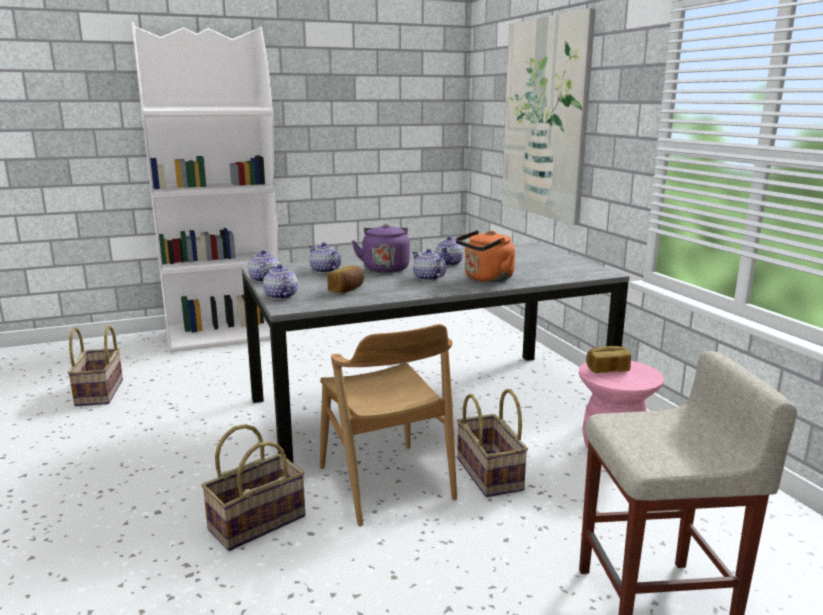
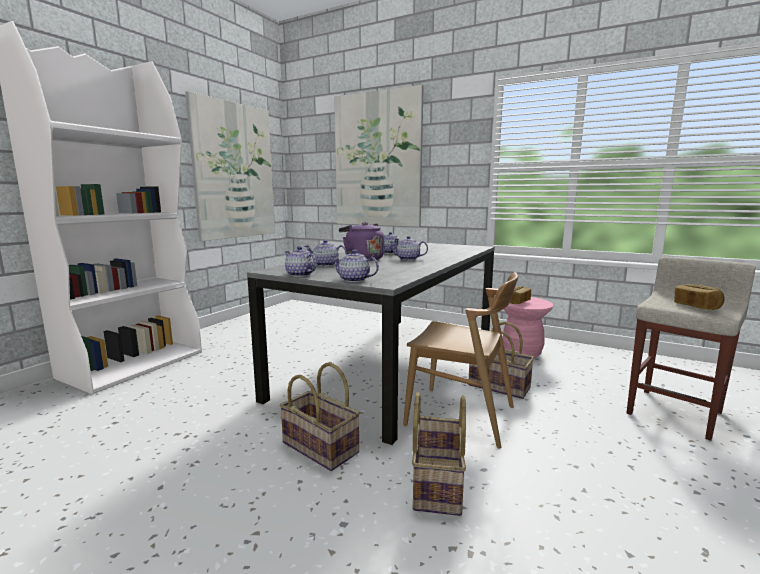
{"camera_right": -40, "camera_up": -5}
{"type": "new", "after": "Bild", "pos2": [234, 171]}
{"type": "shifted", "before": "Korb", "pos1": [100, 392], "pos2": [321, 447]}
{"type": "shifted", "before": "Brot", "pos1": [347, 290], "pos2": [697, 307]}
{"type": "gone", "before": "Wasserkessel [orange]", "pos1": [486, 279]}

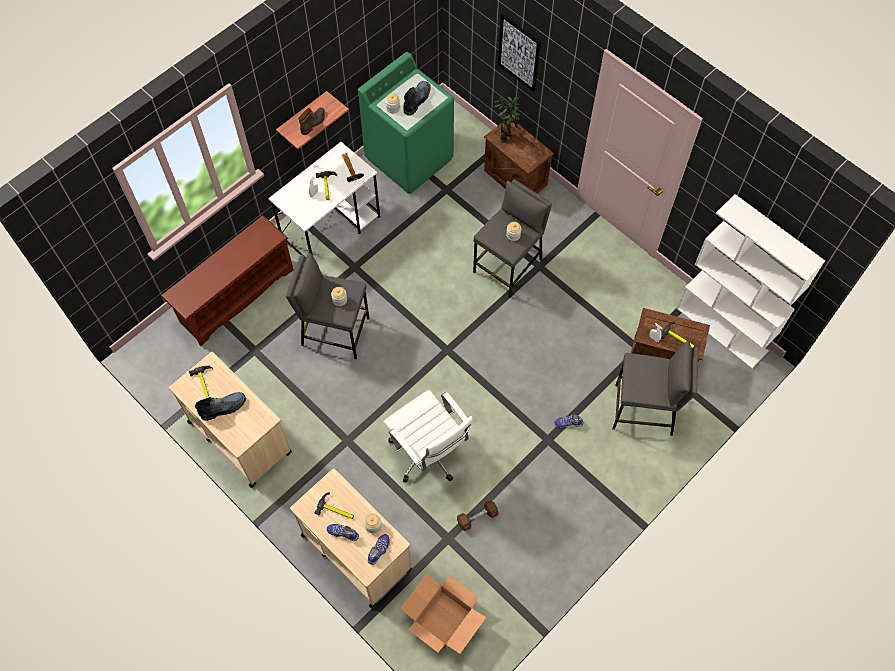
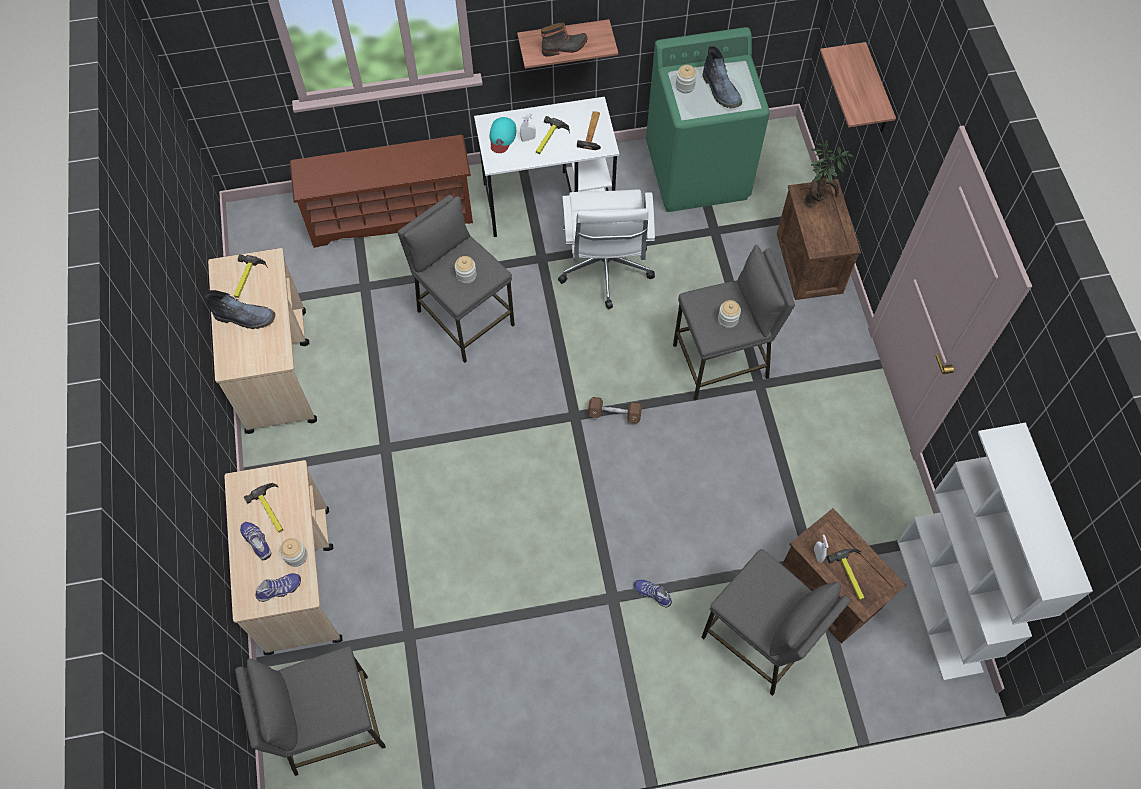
{"camera_right": 35, "camera_up": 0}
{"type": "swapped", "before": "Karton", "after": "Hocker [grau]", "pos1": [442, 619], "pos2": [331, 725]}
{"type": "new", "after": "Kappe [türkis]", "pos2": [502, 137]}
{"type": "shifted", "before": "Bürostuhl [weiß]", "pos1": [429, 454], "pos2": [605, 272]}
{"type": "shifted", "before": "Hantel [braun]", "pos1": [477, 517], "pos2": [614, 414]}
{"type": "rotated", "before": "Stiefel", "pos1": [417, 99], "pos2": [721, 91], "turn": 90}
{"type": "swapped", "before": "Bild", "after": "Wandregal", "pos1": [519, 53], "pos2": [876, 92]}

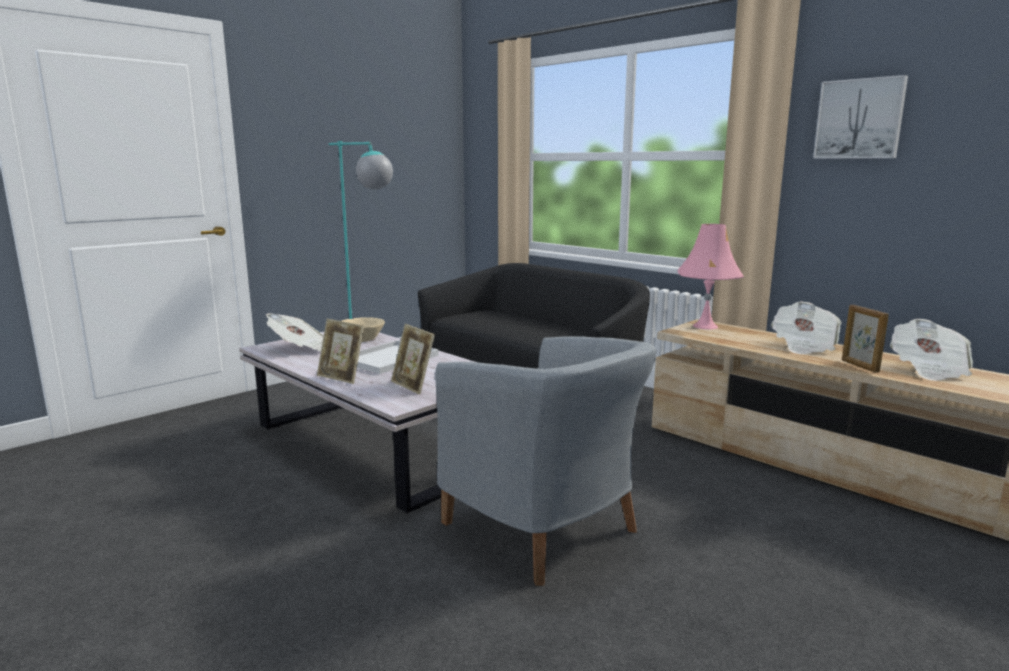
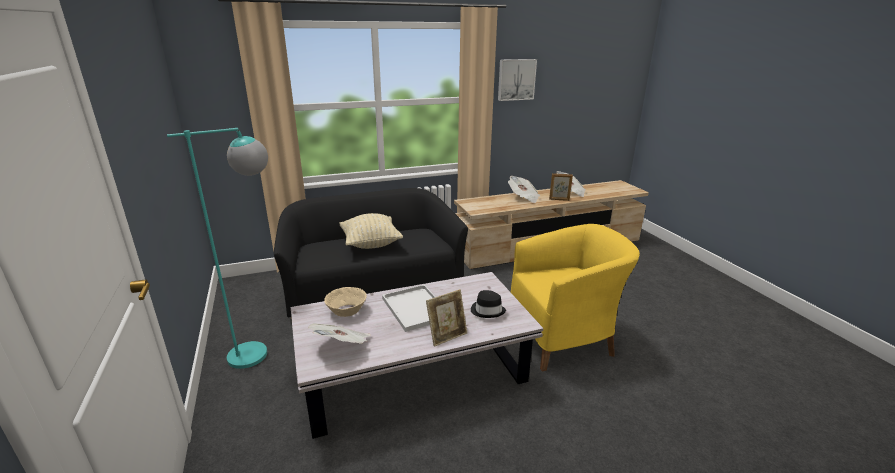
{"camera_right": -65, "camera_up": 10}
{"type": "new", "after": "Kissen [beige]", "pos2": [371, 244]}
{"type": "swapped", "before": "Bilderrahmen", "after": "Hut [schwarz]", "pos1": [413, 386], "pos2": [487, 310]}
{"type": "repainted", "before": "Sessel [grau]", "after": "Sessel [gelb]", "pos1": [545, 530], "pos2": [564, 338]}
{"type": "gone", "before": "Tischlampe [rosa]", "pos1": [705, 326]}

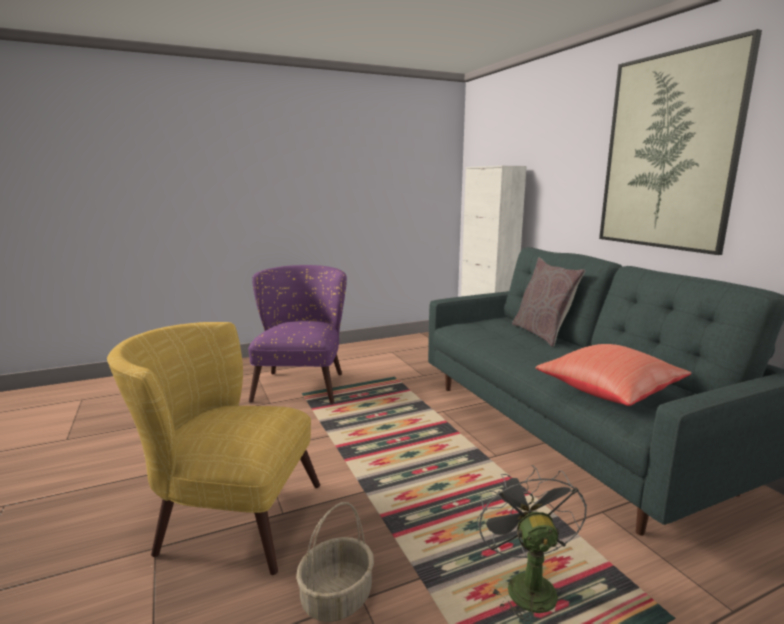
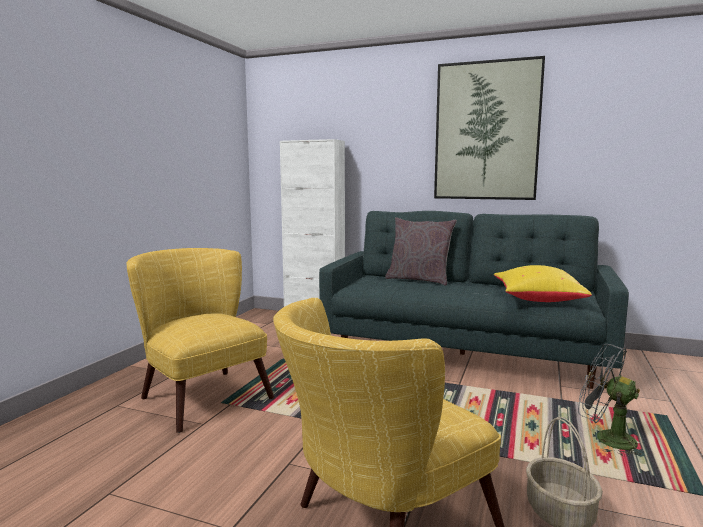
{"camera_right": -45, "camera_up": -5}
{"type": "repainted", "before": "Sessel [lila]", "after": "Sessel [gelb]", "pos1": [302, 383], "pos2": [200, 394]}
{"type": "repainted", "before": "Kissen [rot]", "after": "Kissen [gelb]", "pos1": [608, 392], "pos2": [536, 300]}

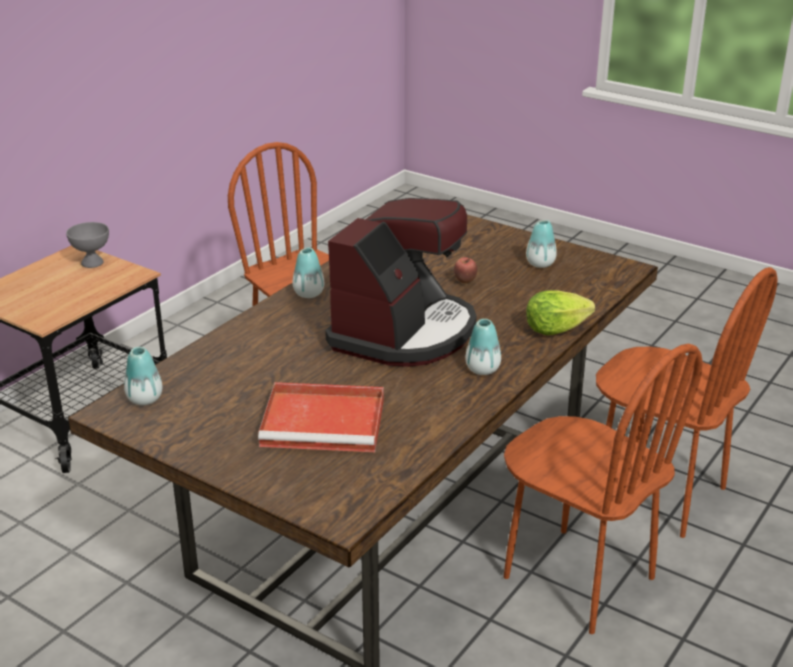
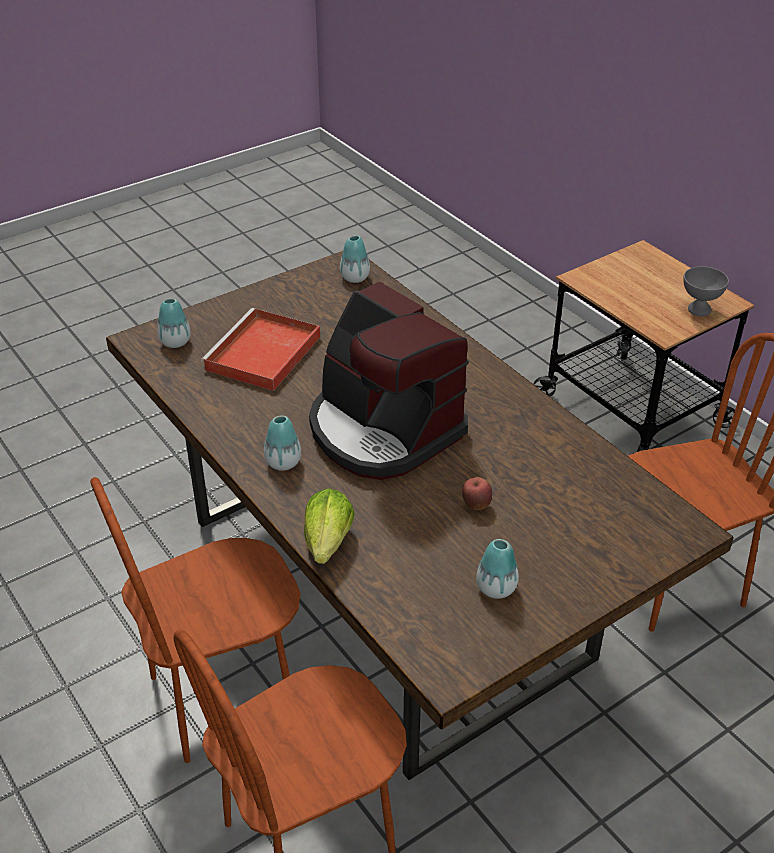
{"camera_right": 110, "camera_up": 10}
{"type": "shifted", "before": "Vase", "pos1": [309, 294], "pos2": [175, 342]}

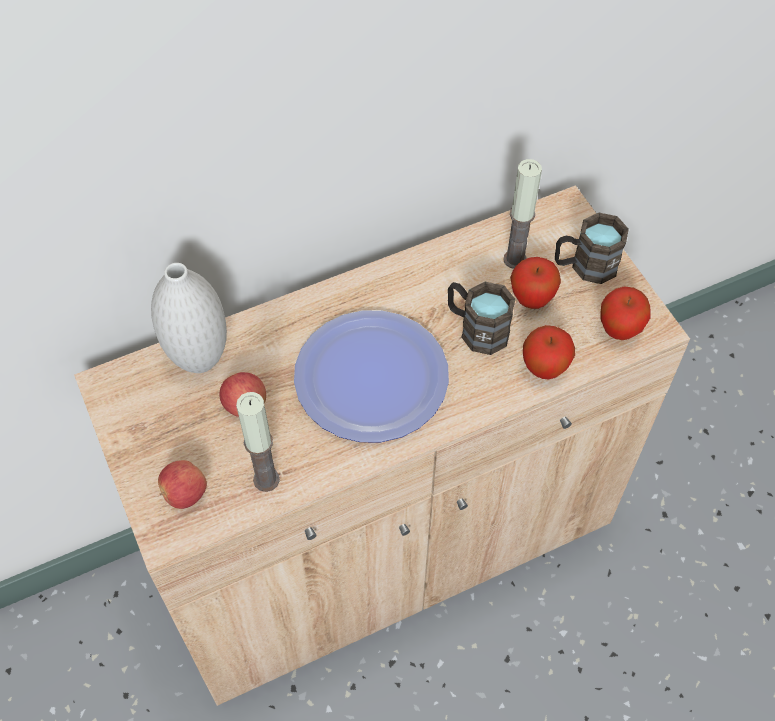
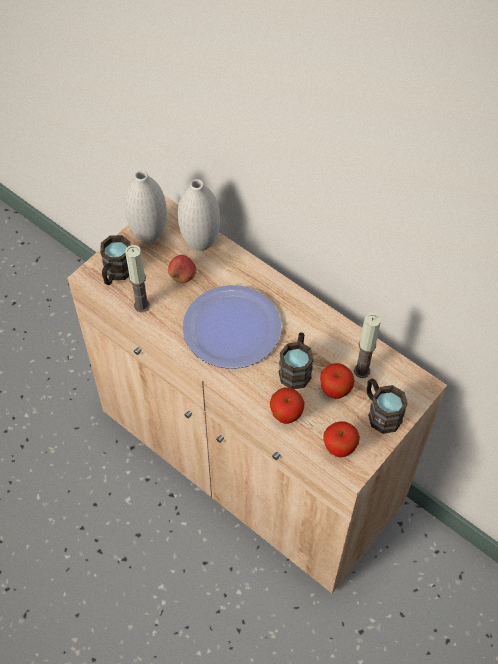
{"camera_right": 65, "camera_up": 0}
{"type": "swapped", "before": "Apfel", "after": "Henkelbecher [braun]", "pos1": [185, 493], "pos2": [116, 273]}
{"type": "new", "after": "Vase [weiß]", "pos2": [149, 235]}

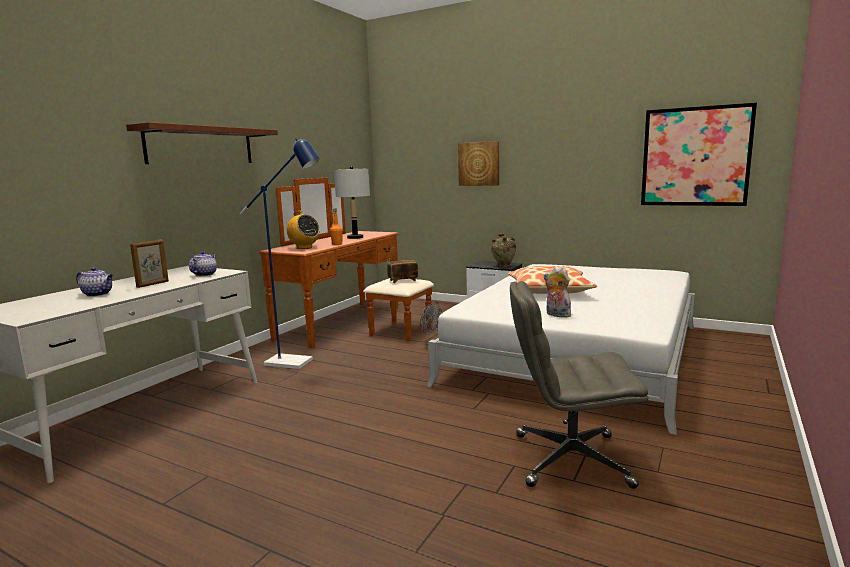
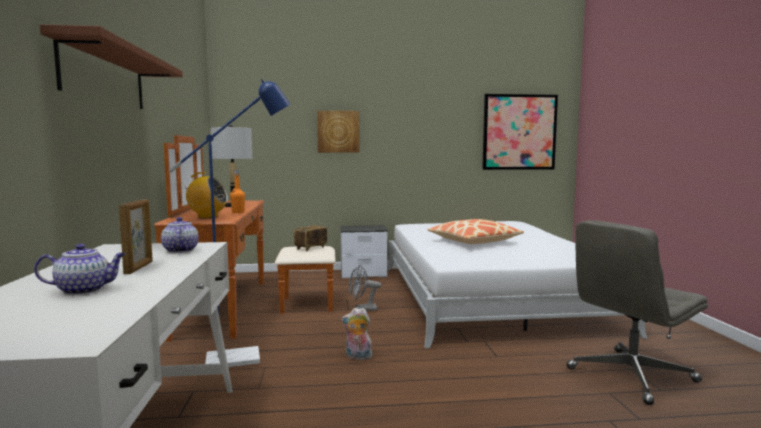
{"camera_right": -35, "camera_up": -5}
{"type": "shifted", "before": "Plüschtier", "pos1": [556, 315], "pos2": [357, 357]}
{"type": "gone", "before": "Vase [beige]", "pos1": [503, 266]}

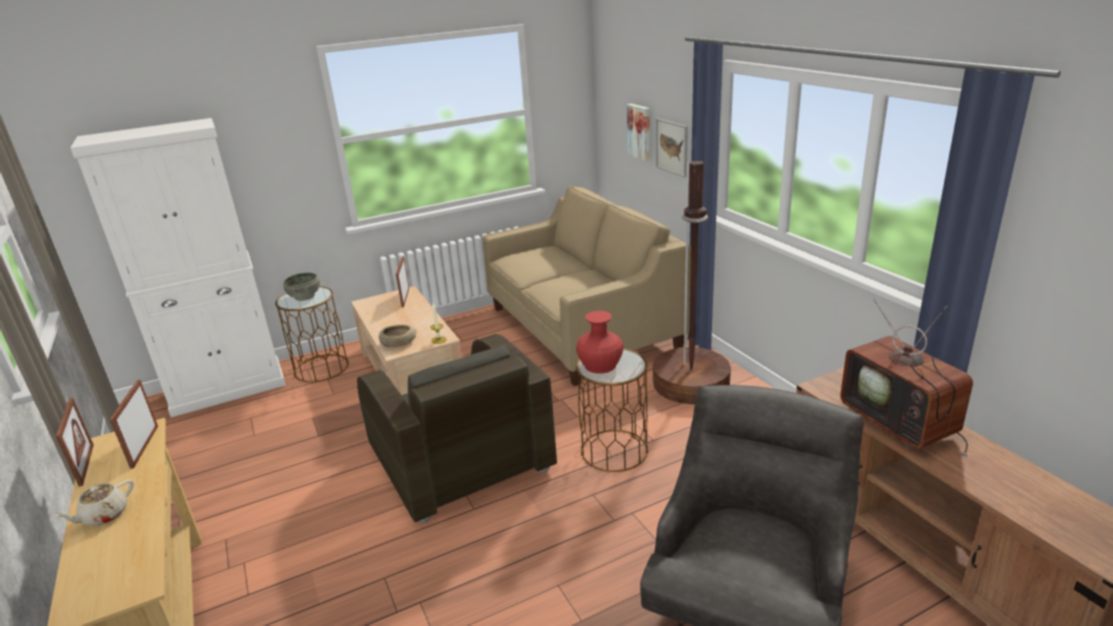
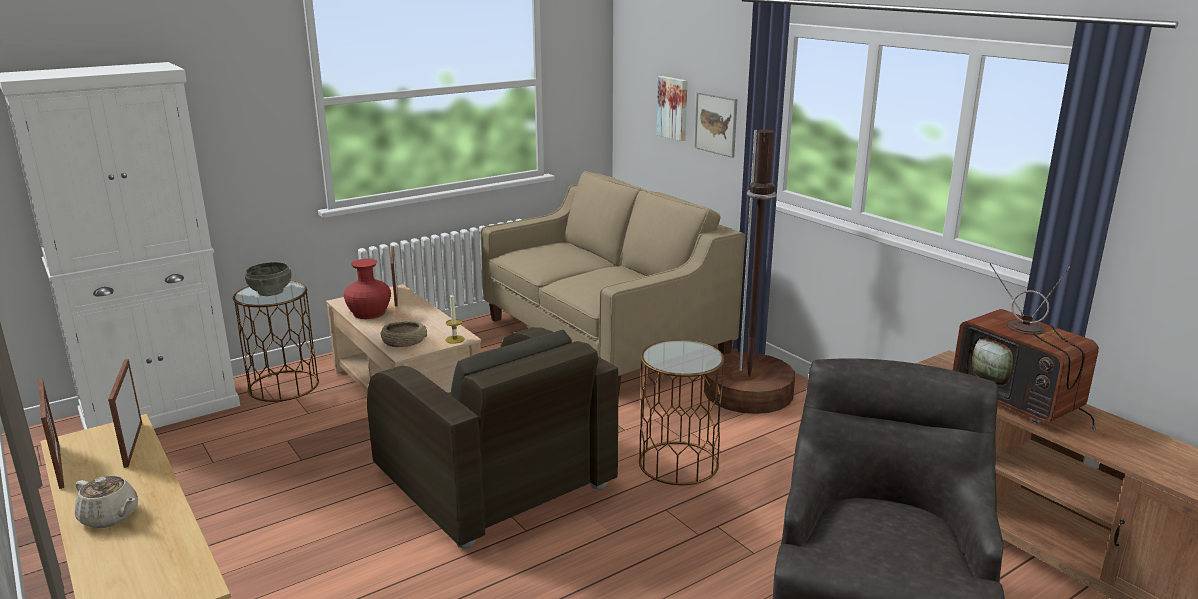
{"camera_right": -10, "camera_up": -5}
{"type": "rotated", "before": "Teekanne [beige]", "pos1": [104, 515], "pos2": [110, 517], "turn": -90}
{"type": "shifted", "before": "Vase [rot]", "pos1": [600, 365], "pos2": [369, 313]}

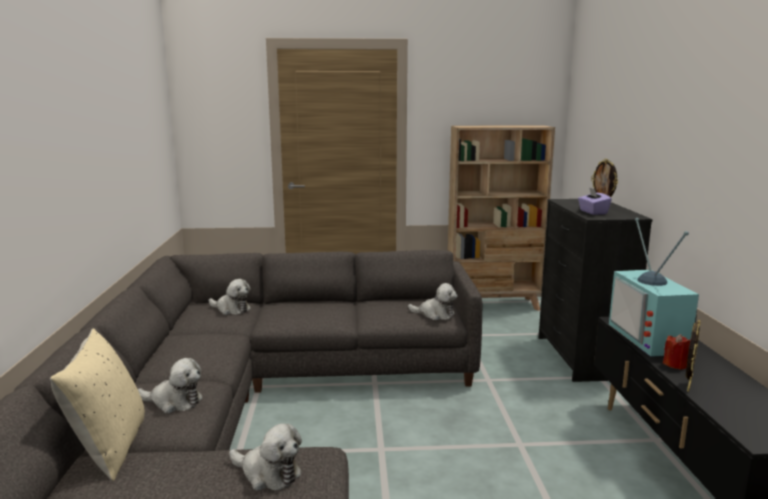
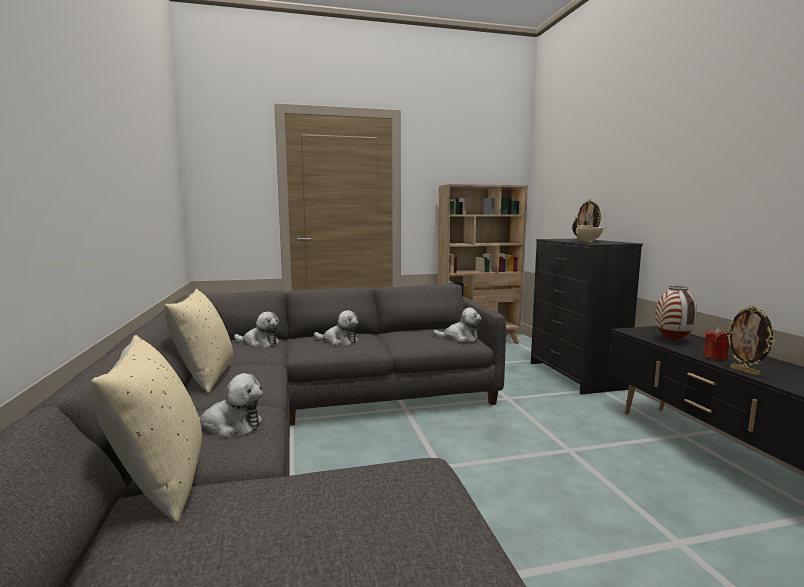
{"camera_right": -10, "camera_up": -5}
{"type": "new", "after": "Kissen [beige]", "pos2": [205, 378]}
{"type": "shifted", "before": "Plüschtier", "pos1": [268, 474], "pos2": [339, 341]}
{"type": "swapped", "before": "Taschentuchbox [lila]", "after": "Teekanne [beige]", "pos1": [592, 212], "pos2": [587, 242]}
{"type": "swapped", "before": "Fernseher", "after": "Vase", "pos1": [652, 338], "pos2": [673, 340]}
{"type": "rotated", "before": "Bilderrahmen", "pos1": [687, 386], "pos2": [745, 371], "turn": 135}

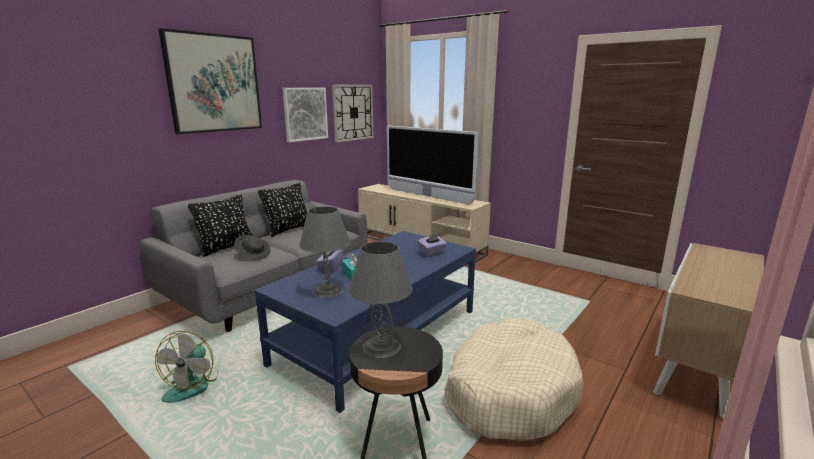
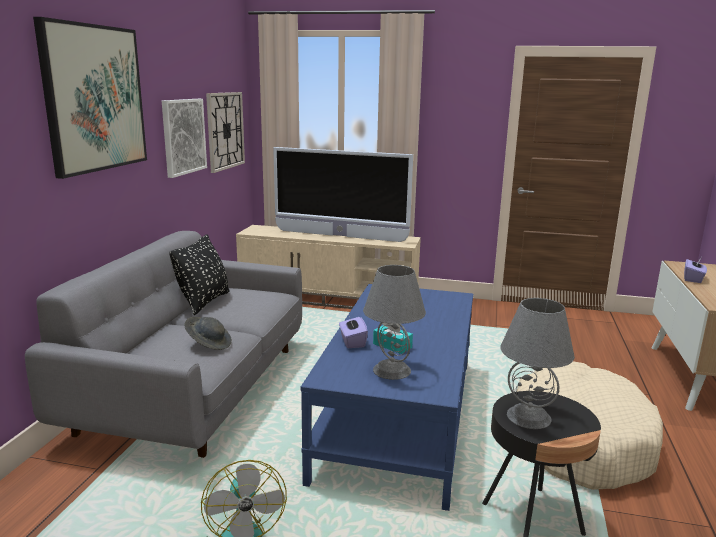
{"camera_right": -25, "camera_up": 0}
{"type": "shifted", "before": "Taschentuchbox [lila]", "pos1": [432, 253], "pos2": [693, 279]}
{"type": "gone", "before": "Kissen [schwarz]", "pos1": [226, 248]}

